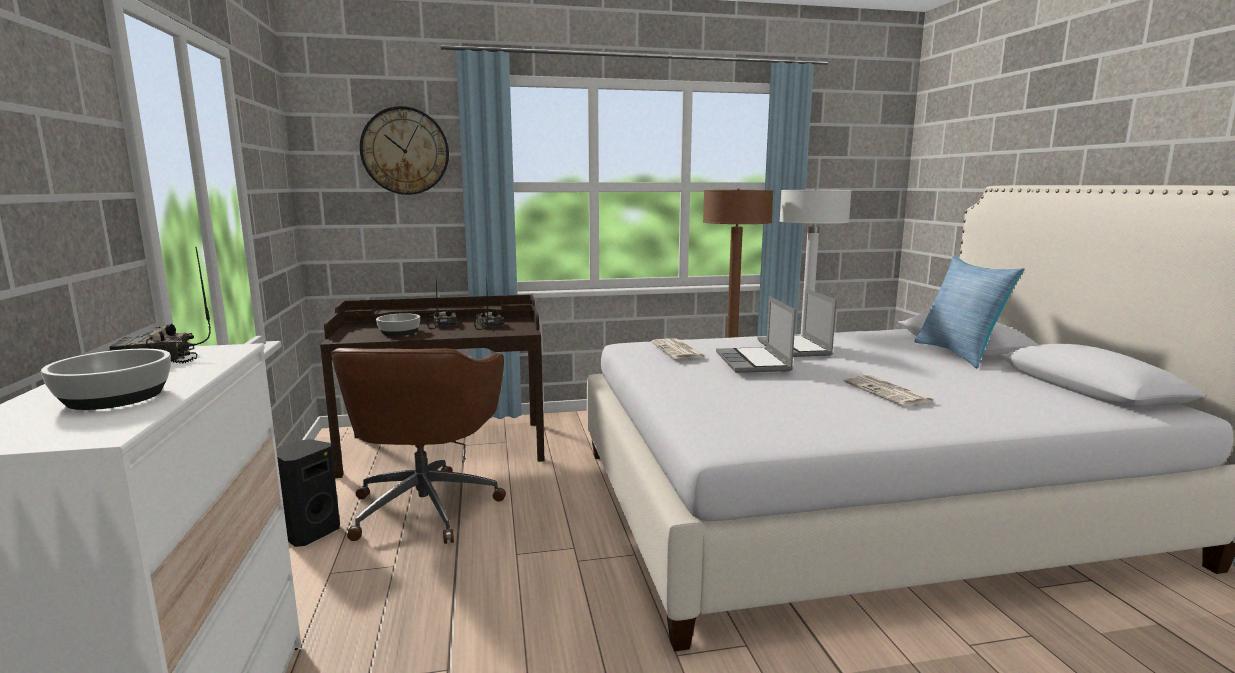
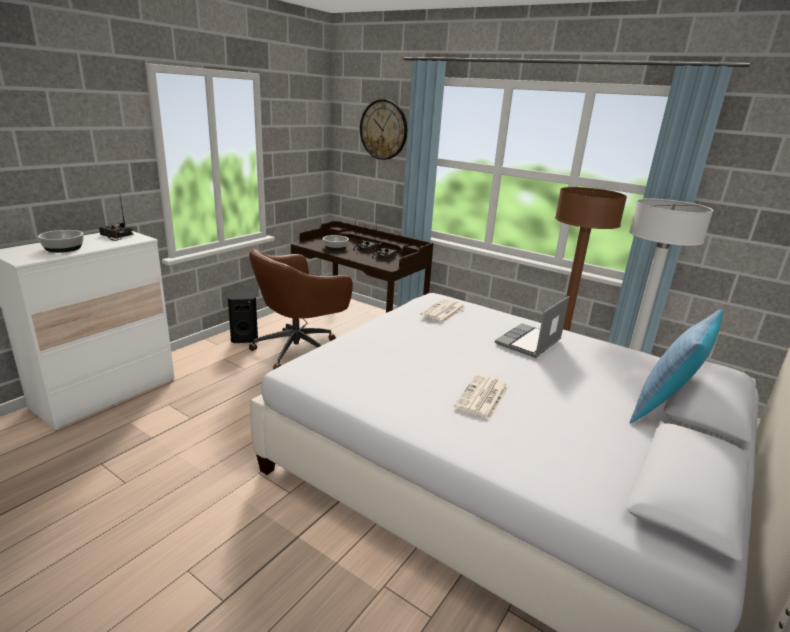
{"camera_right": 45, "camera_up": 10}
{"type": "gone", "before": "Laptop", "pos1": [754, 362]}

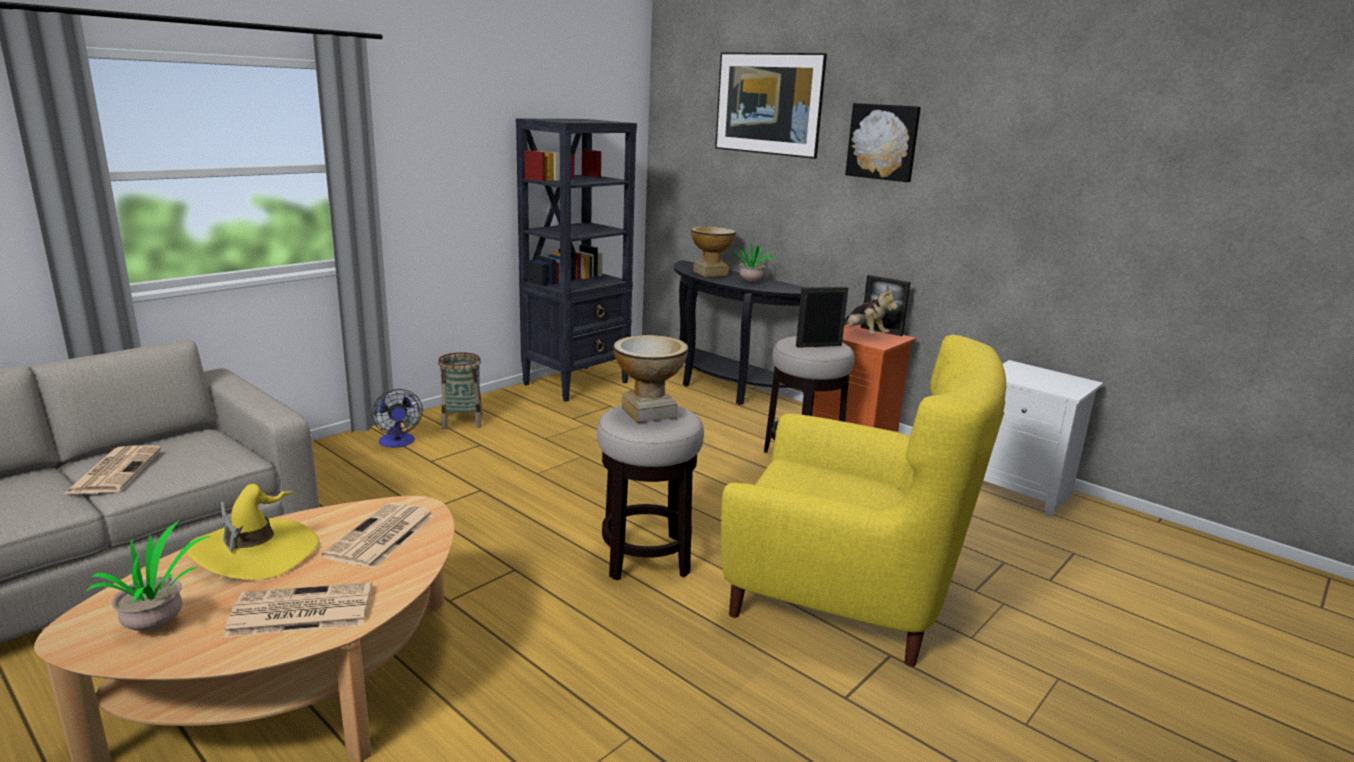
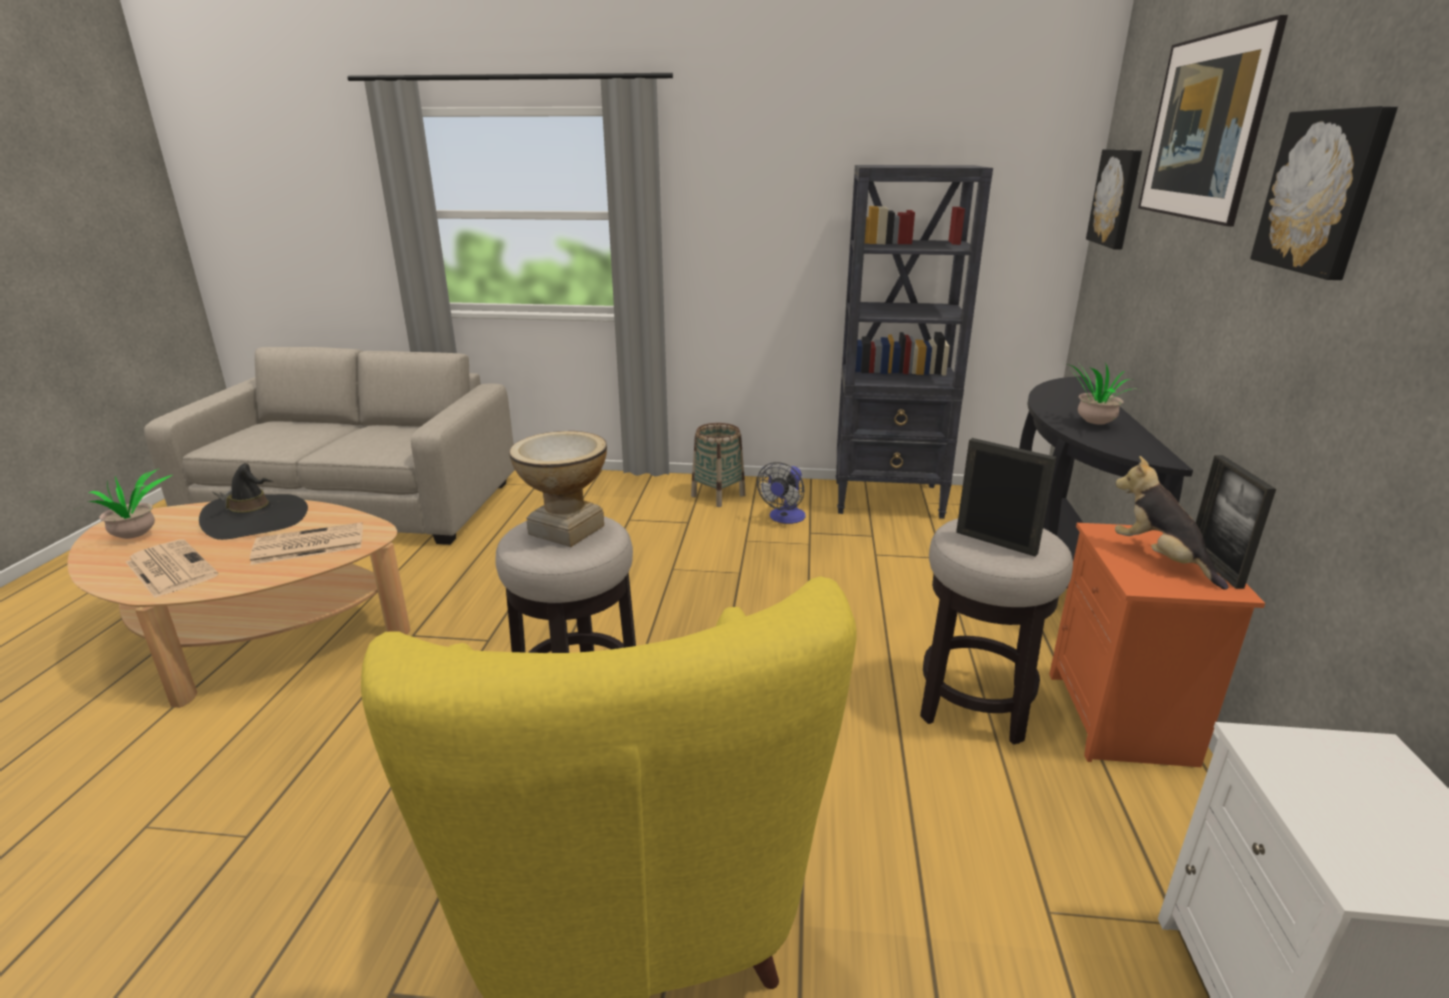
{"camera_right": 55, "camera_up": 5}
{"type": "repainted", "before": "Hut [gelb]", "after": "Hut [schwarz]", "pos1": [256, 552], "pos2": [256, 519]}
{"type": "shifted", "before": "Ventilator", "pos1": [398, 443], "pos2": [784, 518]}
{"type": "new", "after": "Bild", "pos2": [1117, 198]}
{"type": "rotated", "before": "Plüschtier", "pos1": [864, 334], "pos2": [1160, 559], "turn": 135}
{"type": "gone", "before": "Zeitung", "pos1": [115, 470]}
{"type": "gone", "before": "Vase", "pos1": [710, 273]}

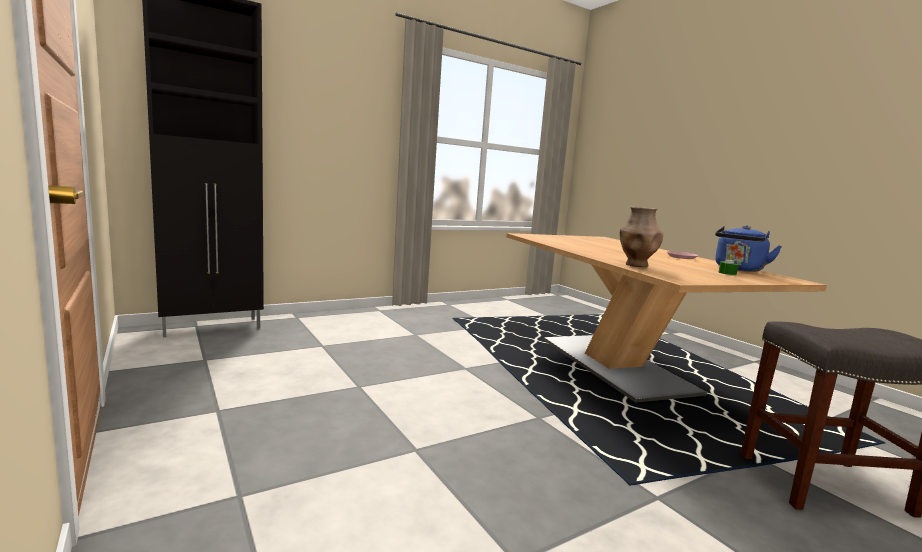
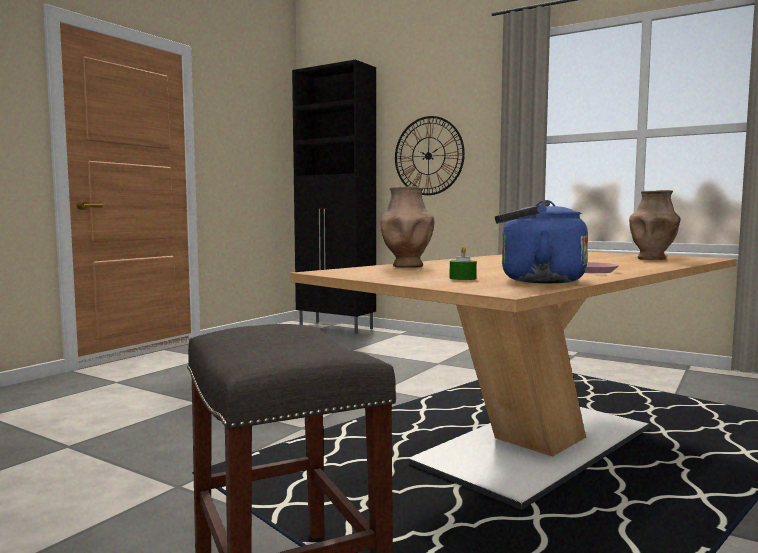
{"camera_right": 65, "camera_up": -5}
{"type": "new", "after": "Wanduhr", "pos2": [428, 156]}
{"type": "new", "after": "Vase [braun]", "pos2": [652, 259]}

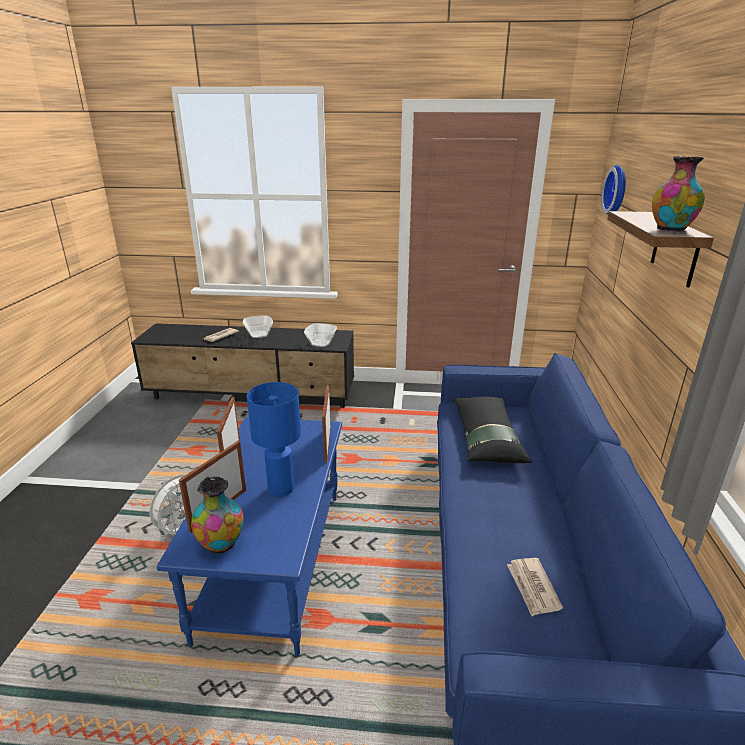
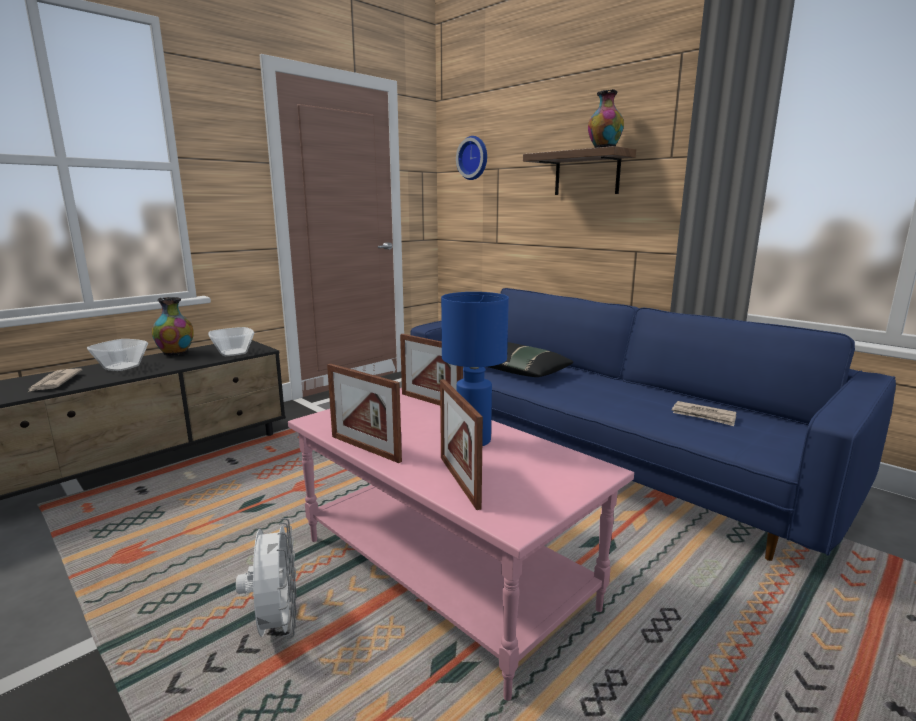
{"camera_right": -50, "camera_up": -10}
{"type": "shifted", "before": "Vase", "pos1": [221, 544], "pos2": [176, 353]}
{"type": "repainted", "before": "Couchtisch [blau]", "after": "Couchtisch [rosa]", "pos1": [275, 562], "pos2": [446, 572]}

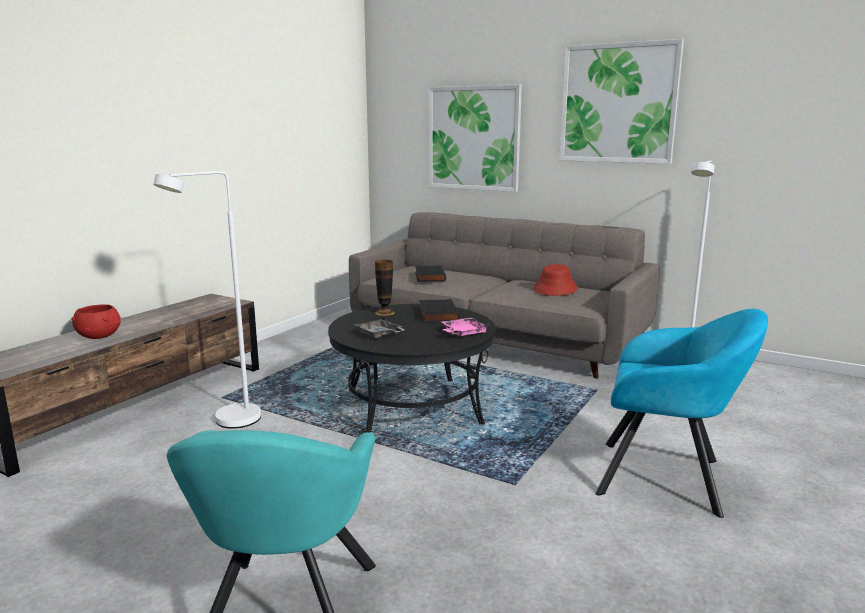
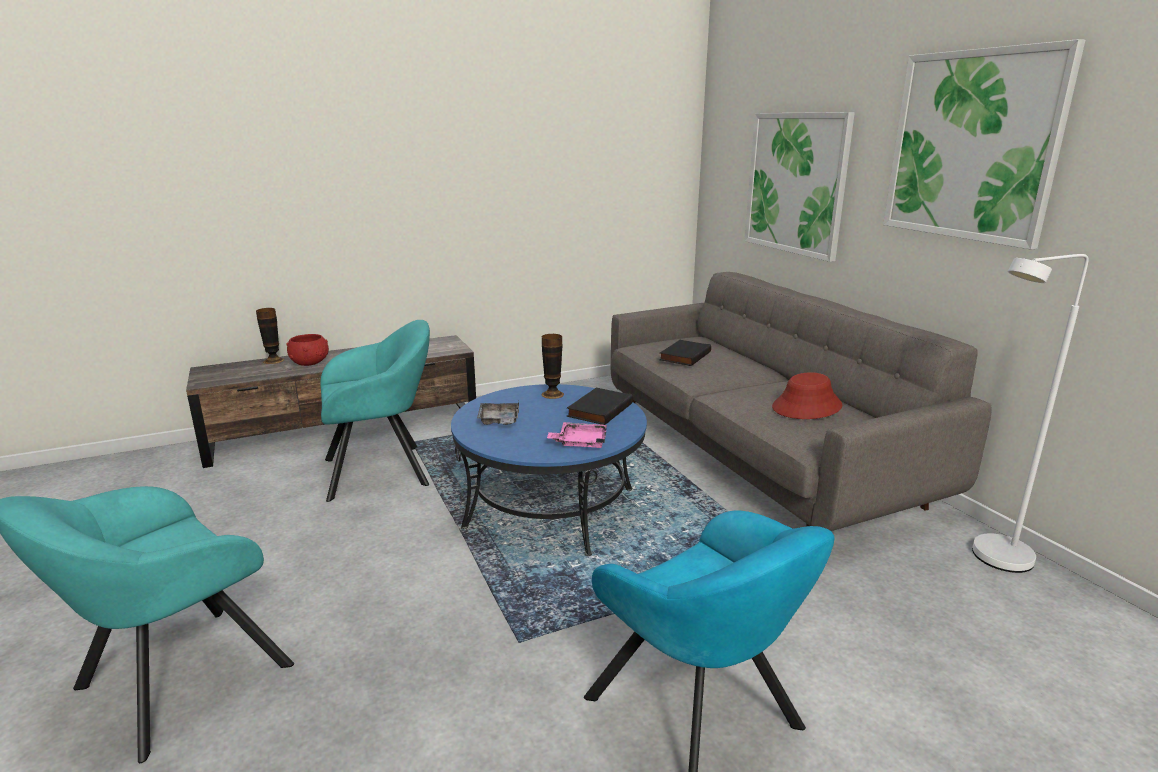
{"camera_right": 35, "camera_up": 5}
{"type": "new", "after": "Vase", "pos2": [273, 360]}
{"type": "swapped", "before": "Stehlampe [weiß]", "after": "Sessel [türkis]", "pos1": [228, 423], "pos2": [382, 470]}
{"type": "repainted", "before": "Couchtisch [schwarz]", "after": "Couchtisch [blau]", "pos1": [413, 406], "pos2": [551, 508]}

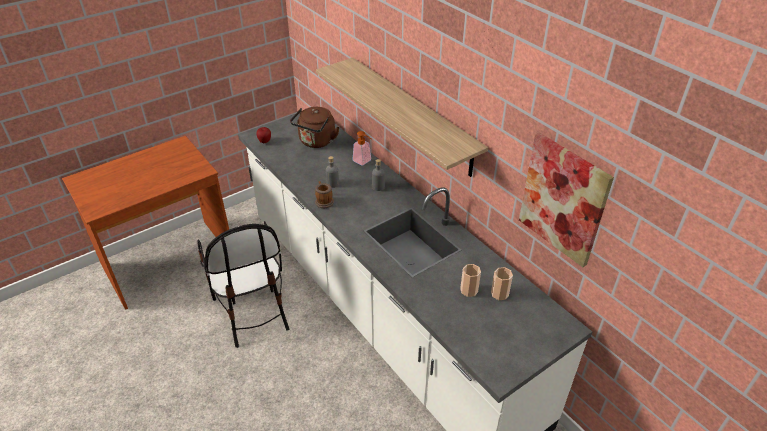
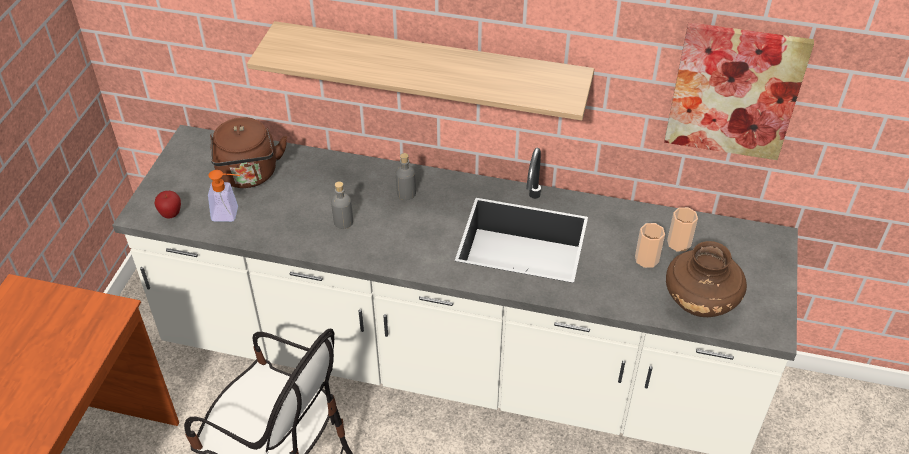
{"camera_right": -40, "camera_up": 5}
{"type": "shifted", "before": "Seifenspender", "pos1": [364, 162], "pos2": [230, 214]}
{"type": "new", "after": "Vase [braun]", "pos2": [699, 302]}
{"type": "gone", "before": "Henkelbecher", "pos1": [323, 201]}

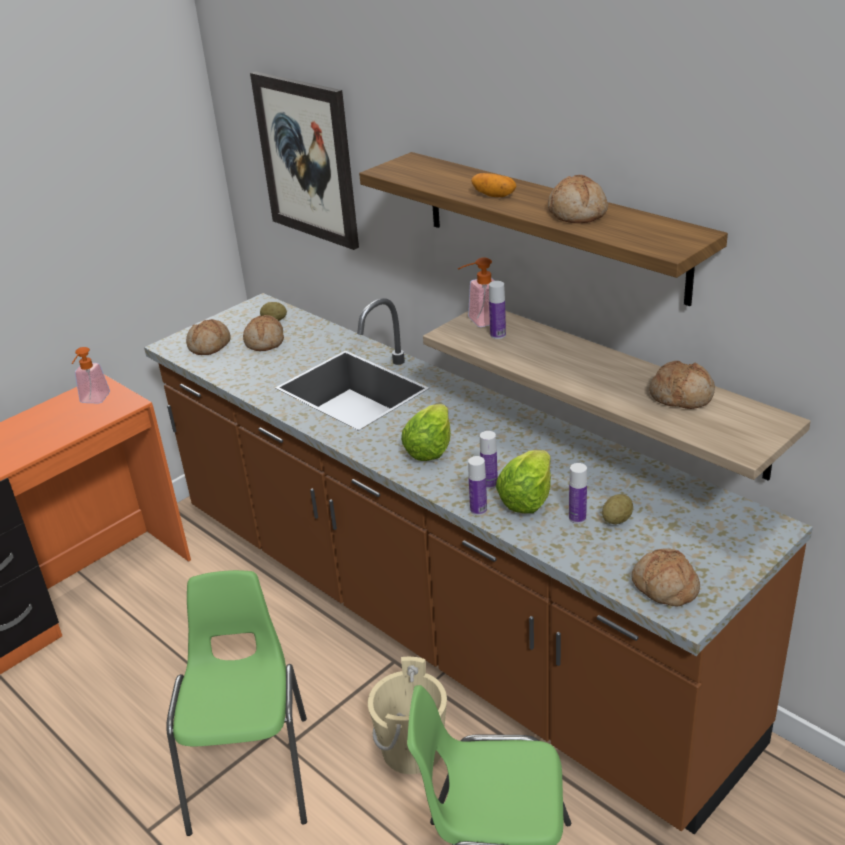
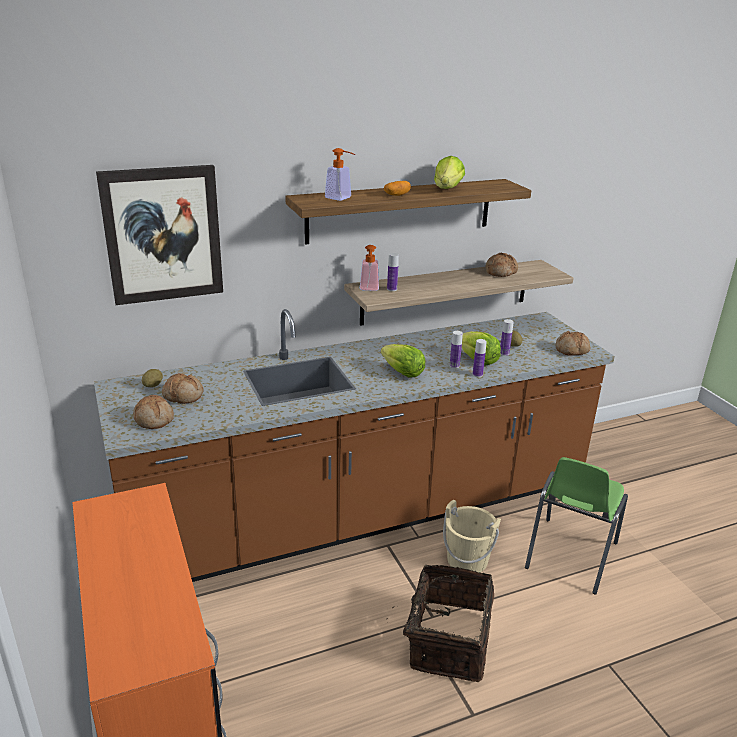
{"camera_right": -70, "camera_up": -5}
{"type": "shifted", "before": "Seifenspender", "pos1": [93, 400], "pos2": [341, 198]}
{"type": "swapped", "before": "Stuhl [grün]", "after": "Korb", "pos1": [252, 772], "pos2": [447, 641]}
{"type": "swapped", "before": "Brot", "after": "Salatkopf", "pos1": [577, 213], "pos2": [447, 189]}

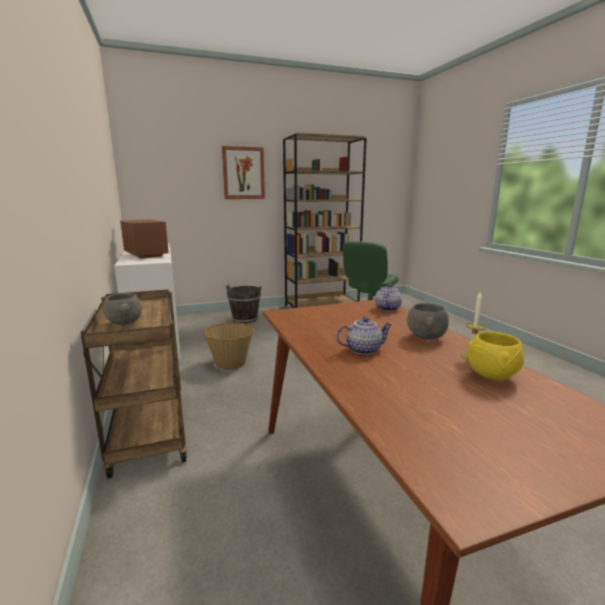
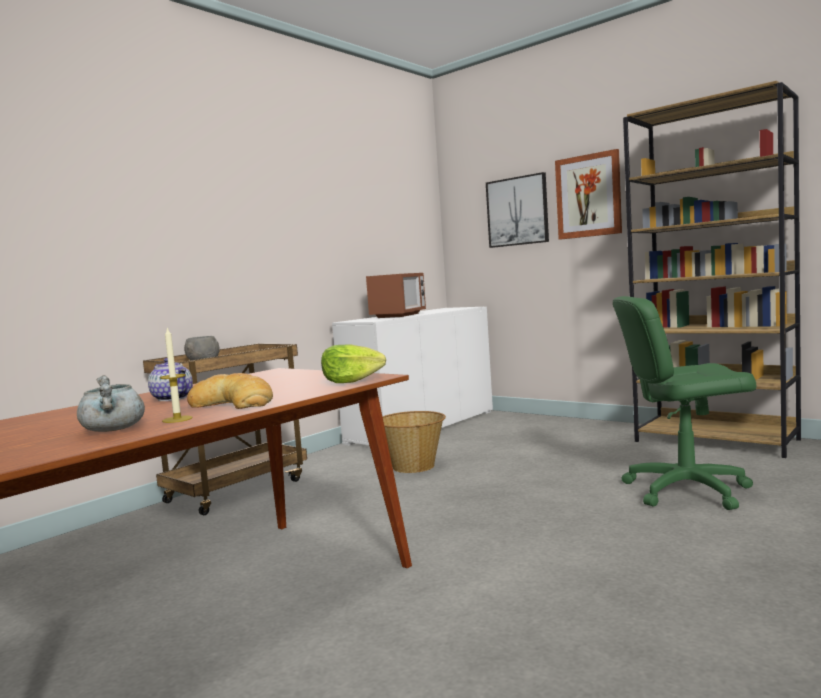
{"camera_right": 60, "camera_up": -10}
{"type": "swapped", "before": "Schüssel [gelb]", "after": "Kochtopf [grau]", "pos1": [492, 376], "pos2": [113, 430]}
{"type": "swapped", "before": "Schüssel [grau]", "after": "Brot", "pos1": [425, 338], "pos2": [233, 403]}
{"type": "swapped", "before": "Teekanne", "after": "Salatkopf", "pos1": [387, 308], "pos2": [351, 381]}
{"type": "new", "after": "Bild", "pos2": [517, 211]}
{"type": "gone", "before": "Eimer [braun]", "pos1": [245, 319]}

